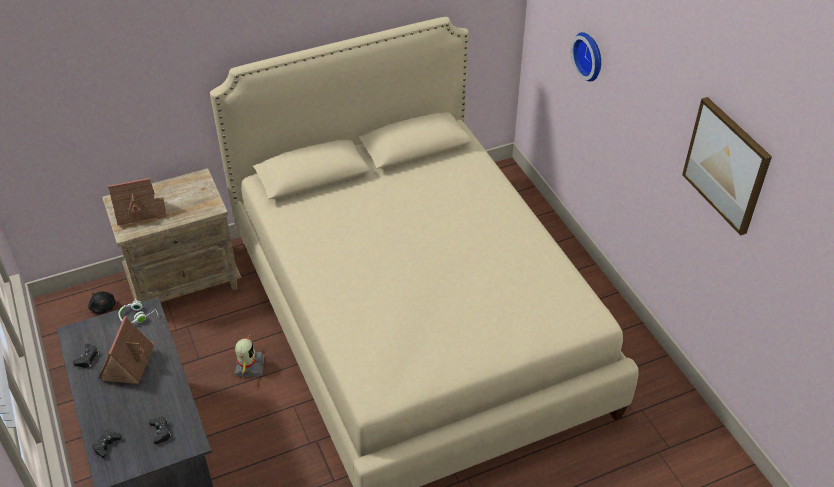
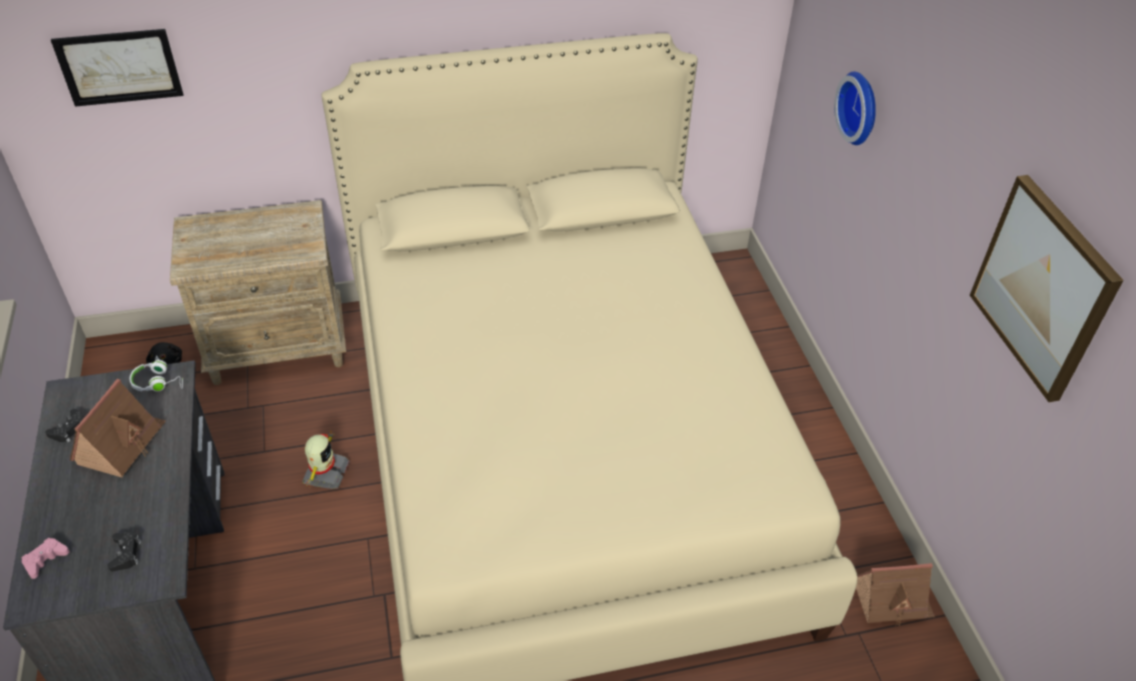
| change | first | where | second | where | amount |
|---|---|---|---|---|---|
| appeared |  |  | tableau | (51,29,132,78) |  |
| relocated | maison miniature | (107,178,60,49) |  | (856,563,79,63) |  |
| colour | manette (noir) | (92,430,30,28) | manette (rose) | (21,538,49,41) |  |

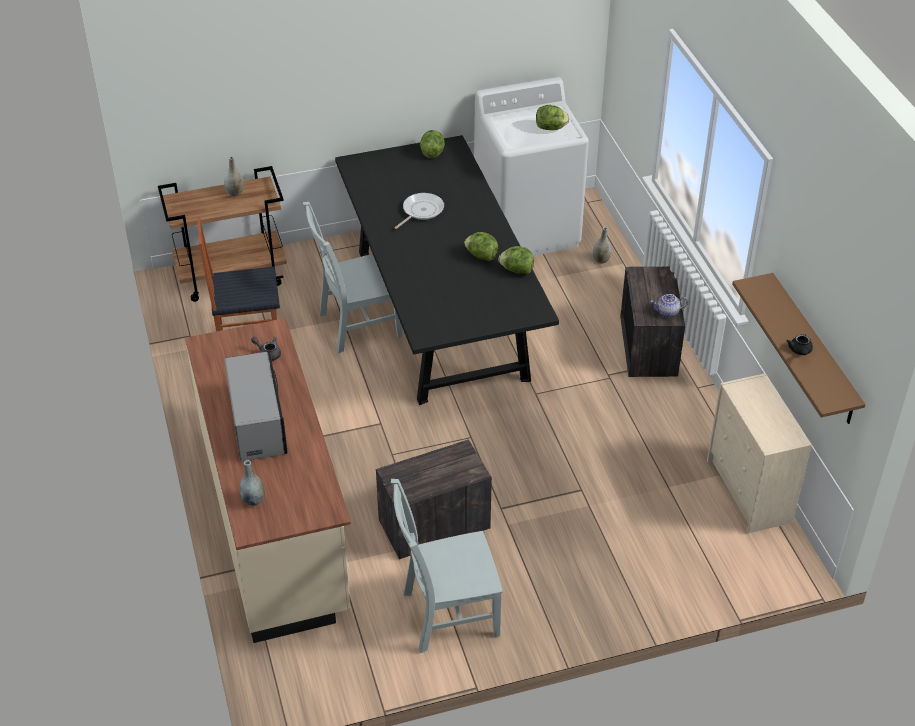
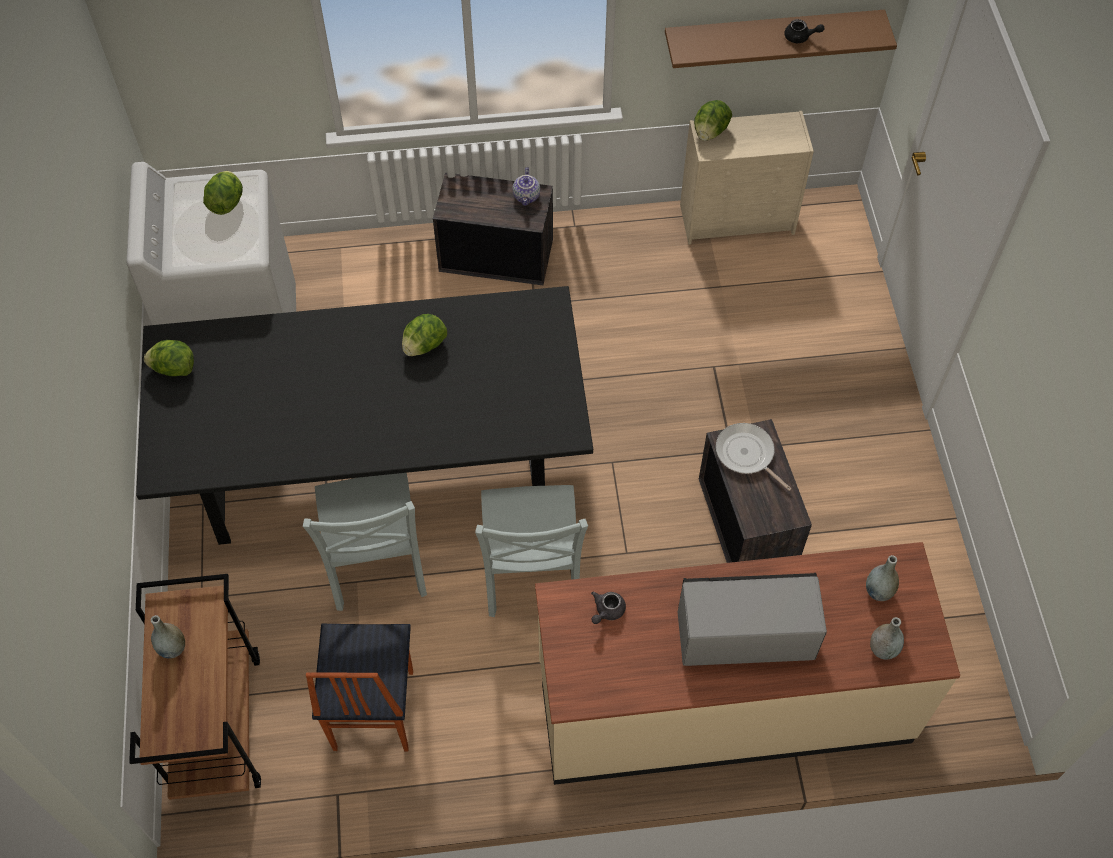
| change | first | where | second | where | amount |
|---|---|---|---|---|---|
| relocated | chaise (gris) | (391,479,112,174) |  | (475,485,113,132) |  |
| relocated | poêle | (394,193,50,36) |  | (716,423,75,68) |  |
| relocated | laitue | (498,246,36,28) |  | (694,100,38,41) |  |
| relocated | vase (gris) | (593,227,18,37) |  | (866,555,33,46) |  |

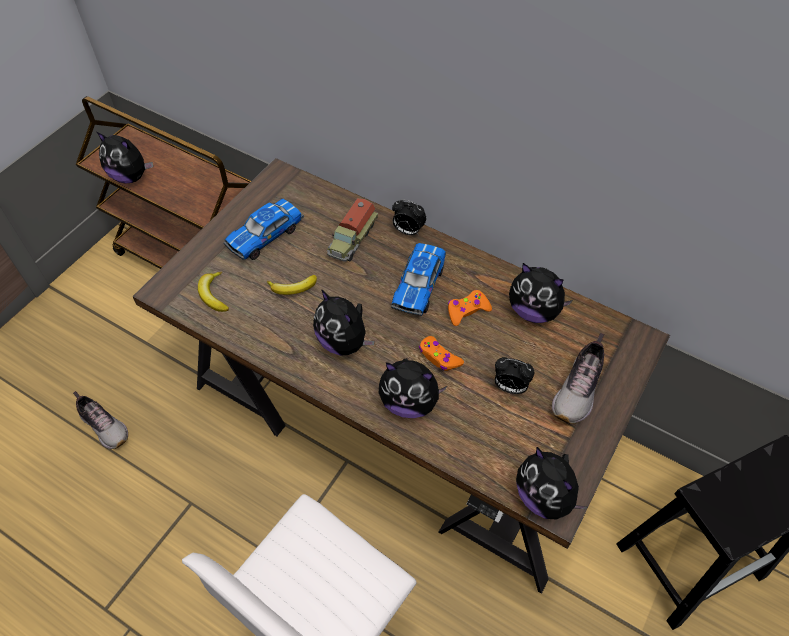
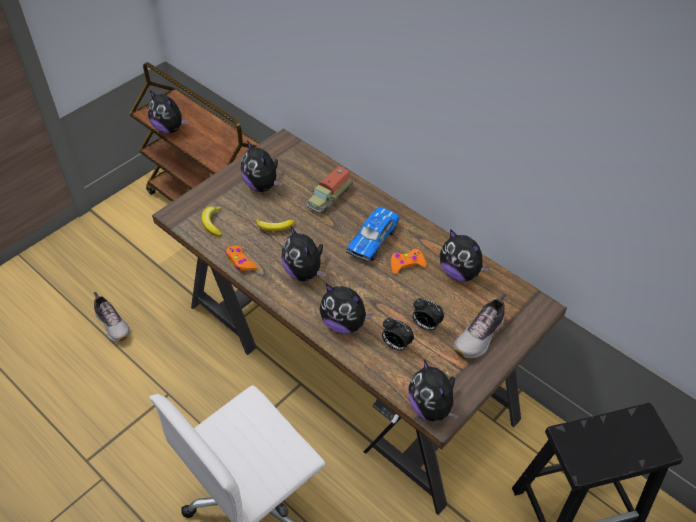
| change | first | where | second | where | amount |
|---|---|---|---|---|---|
| relocated | réveil | (392,199,34,37) |  | (382,318,32,33) |  |
| relocated | manette (orange) | (419,336,45,35) |  | (225,246,32,25) |  |
| exchanged | petite voiture | (224,199,80,61) | peluche | (241,140,41,52) |  |

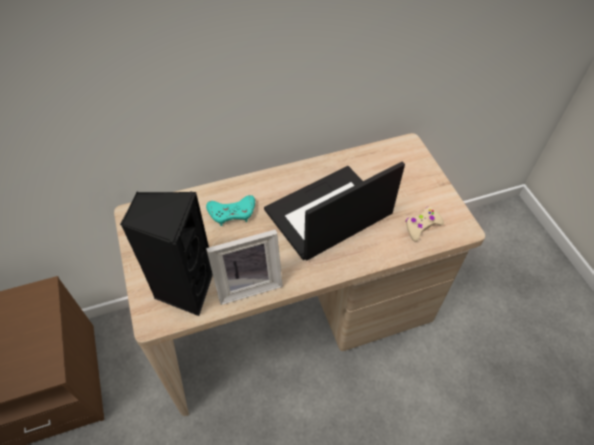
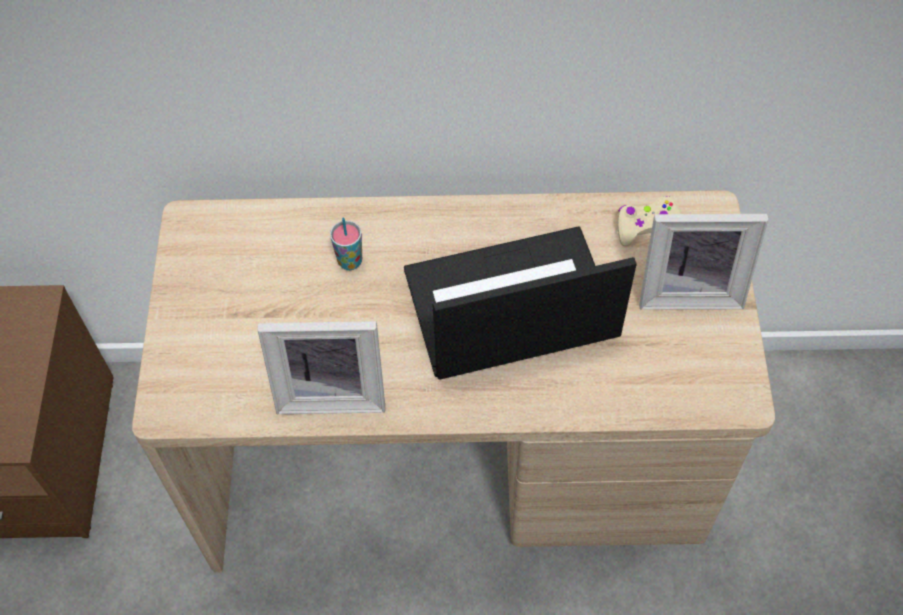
| change | first | where | second | where | amount |
|---|---|---|---|---|---|
| missing | enceinte (noir) | (120,192,93,124) |  |  |  |
| appeared |  |  | cadre photo | (639,214,130,96) |  |
| relocated | manette (beige) | (406,207,38,34) |  | (617,196,65,50) |  |
| exchanged | manette (turquoise) | (206,195,49,31) | tasse | (330,217,32,53) |  |

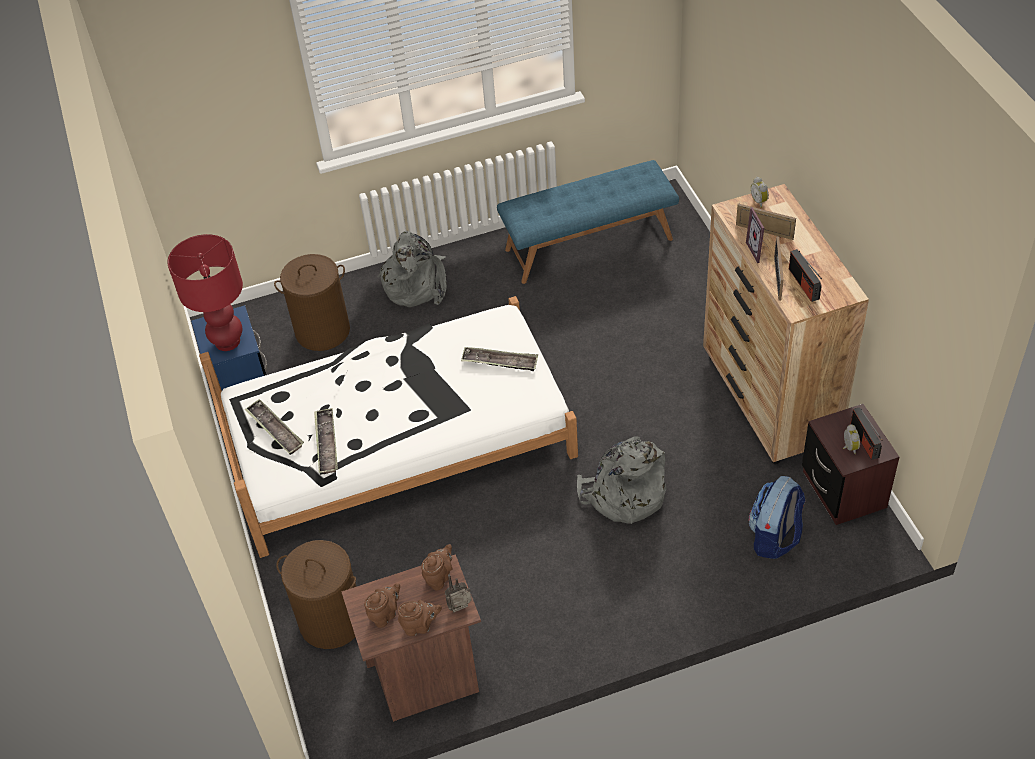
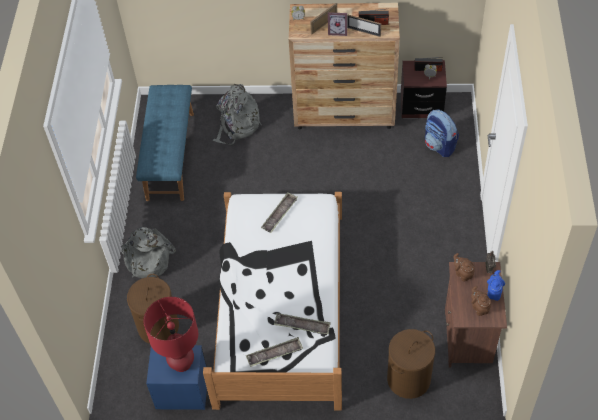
| change | first | where | second | where | amount |
|---|---|---|---|---|---|
| relocated | sac à dos (gris) | (577,436,89,88) |  | (213,84,48,61) |  |
| colour | théière (marron) | (398,600,44,36) | théière (bleu) | (487,270,18,31) |  |

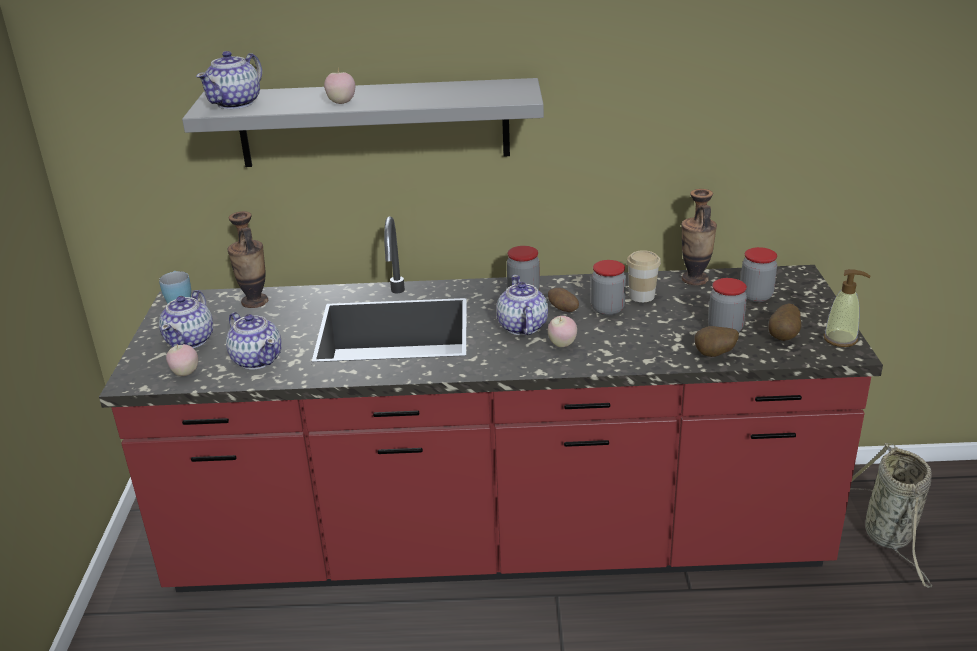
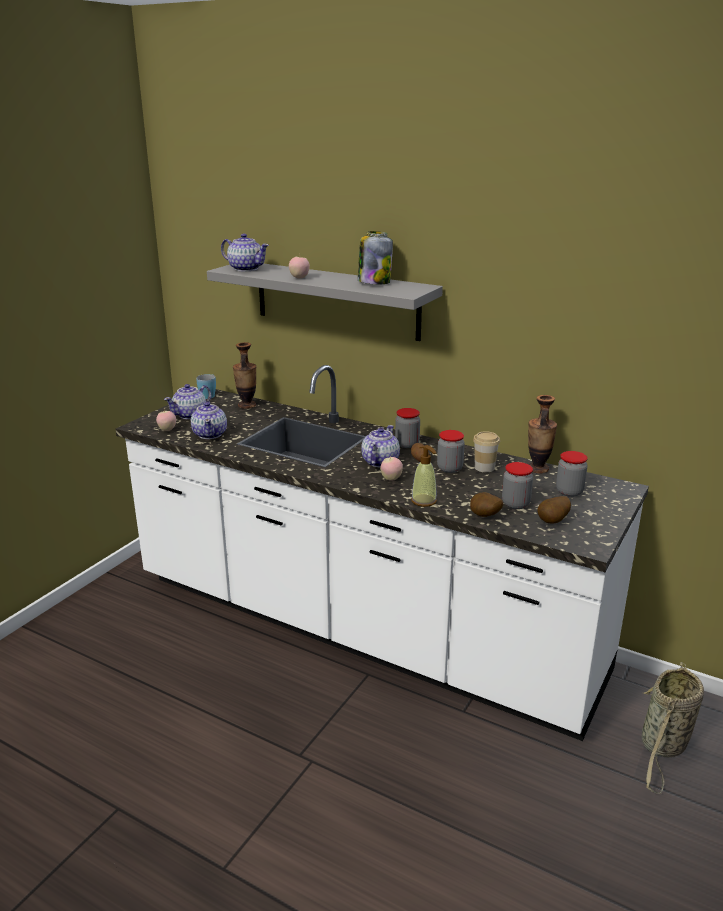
| change | first | where | second | where | amount |
|---|---|---|---|---|---|
| appeared |  |  | bocal | (358,231,35,53) |  |
| relocated | distributeur de savon | (824,269,46,78) |  | (411,445,26,62) |  |
| colour | comptoir de cuisine (rouge) | (99,216,784,376) | comptoir de cuisine (blanc) | (116,365,533,376) |  |
| spun | théière | (196,51,66,58) |  | (221,234,48,37) | 120 degrees counterclockwise |

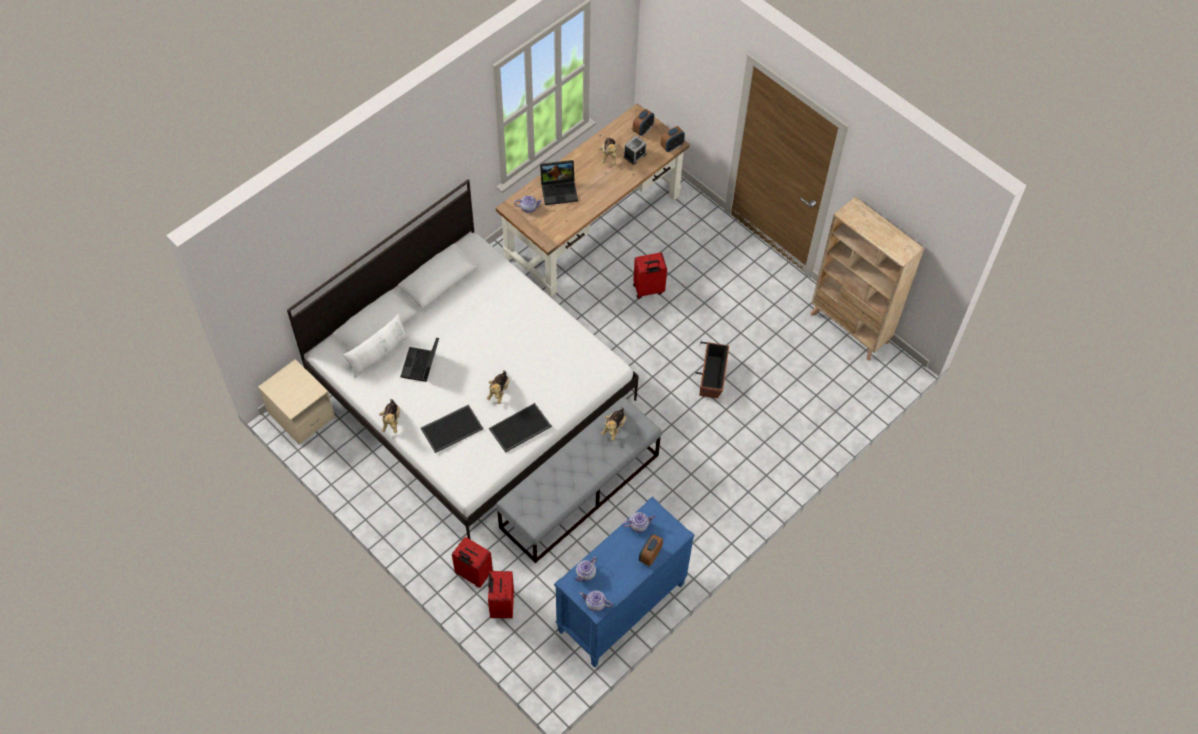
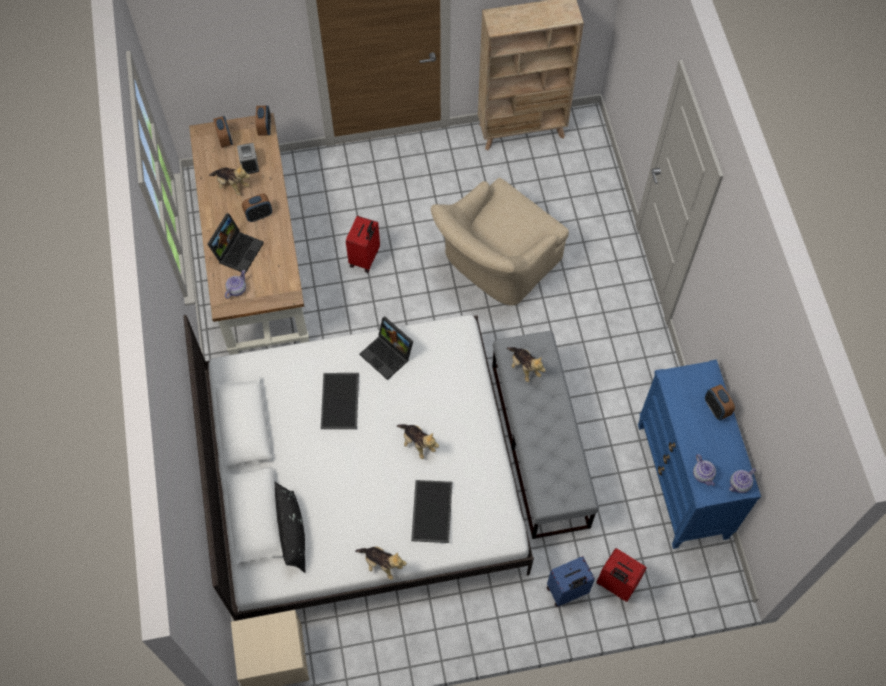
| change | first | where | second | where | amount |
|---|---|---|---|---|---|
| missing | théière | (623,512,32,20) |  |  |  |
| appeared |  |  | réveil | (242,194,30,28) |  |
| relocated | ordinateur portable | (400,337,39,45) |  | (360,316,53,64) |  |
| relocated | plateau | (489,403,63,50) |  | (321,373,38,56) |  |
| exchanged | cache-pot | (695,342,34,56) | fauteuil (beige) | (431,178,138,128) |  |
| colour | coussin (blanc) | (343,314,66,65) | coussin (noir) | (275,482,30,91) |  |
| colour | valise (rouge) | (452,537,41,51) | valise (bleu) | (547,556,48,51) |  |

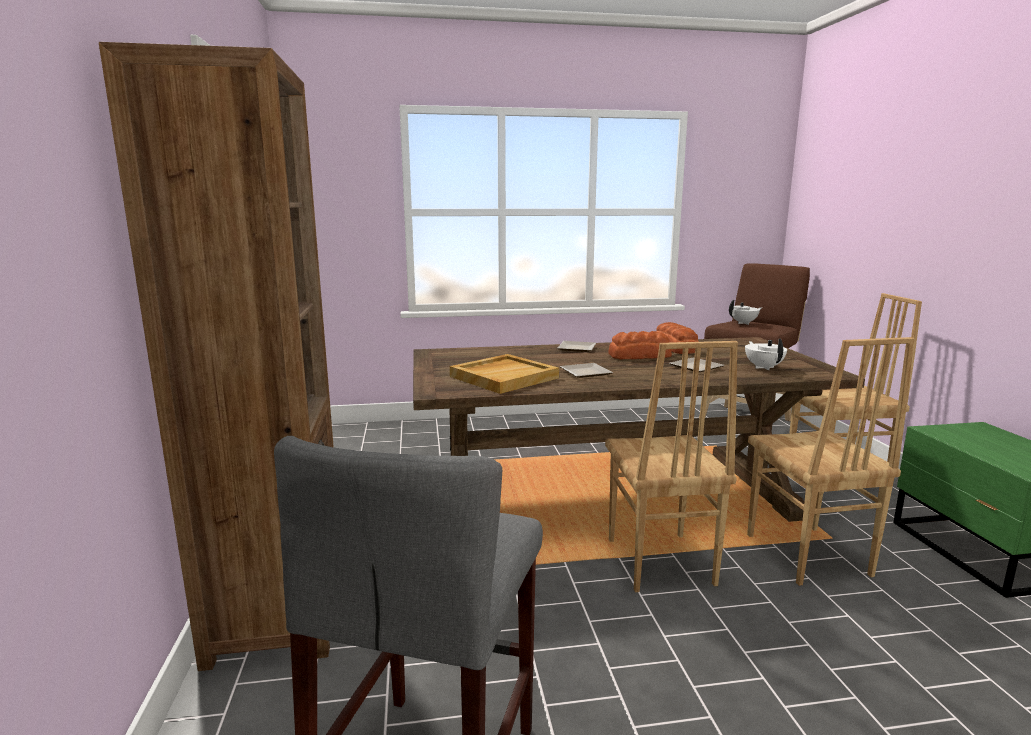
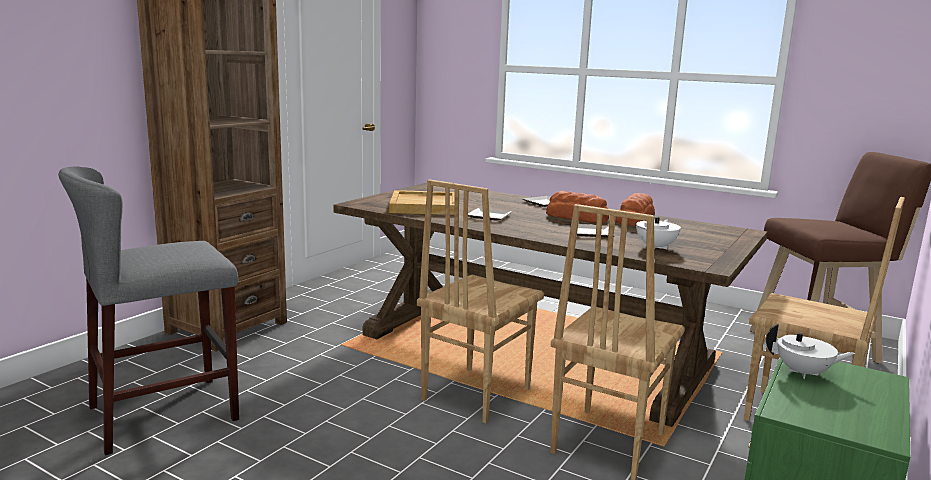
| change | first | where | second | where | amount |
|---|---|---|---|---|---|
| relocated | théière (blanc) | (729,300,33,25) |  | (766,323,89,56) |  |

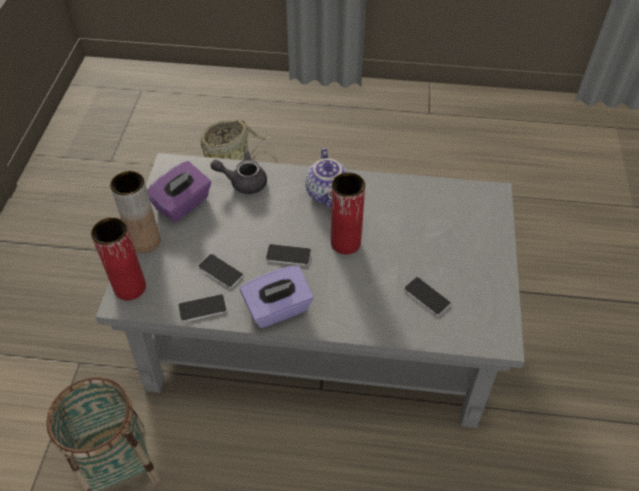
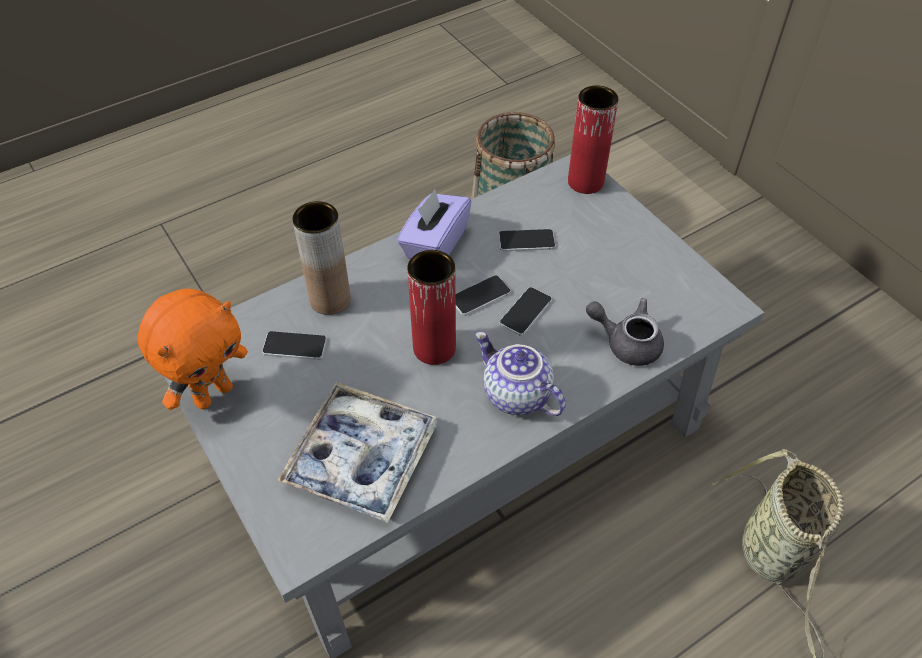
| change | first | where | second | where | amount |
|---|---|---|---|---|---|
| missing | boîte à mouchoirs (violet) | (147,161,64,61) |  |  |  |
| appeared |  |  | peluche (orange) | (137,289,111,121) |  |
| appeared |  |  | plateau | (277,382,161,141) |  |
| relocated | vase (marron) | (110,171,51,82) |  | (292,201,59,114) |  |
| relocated | téléphone | (178,294,49,28) |  | (500,287,52,49) |  |
| spun | théière (gris) | (210,150,57,44) |  | (586,298,78,68) | 120 degrees counterclockwise |

